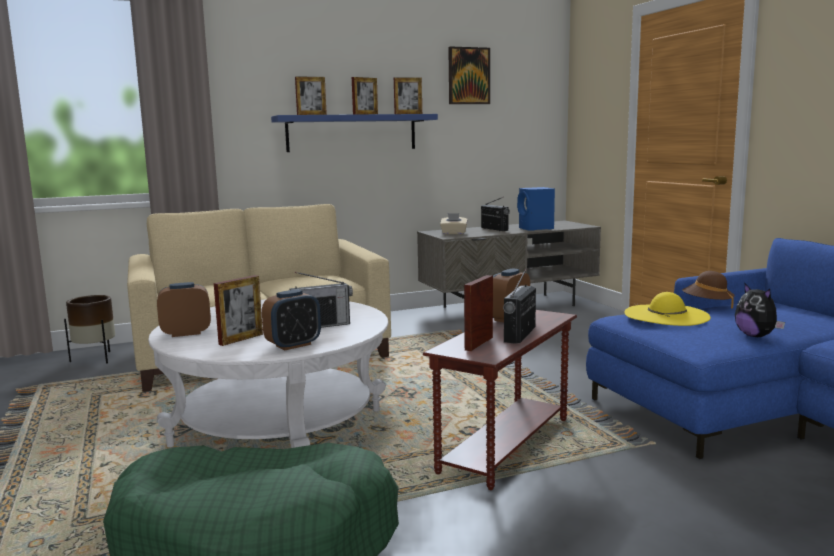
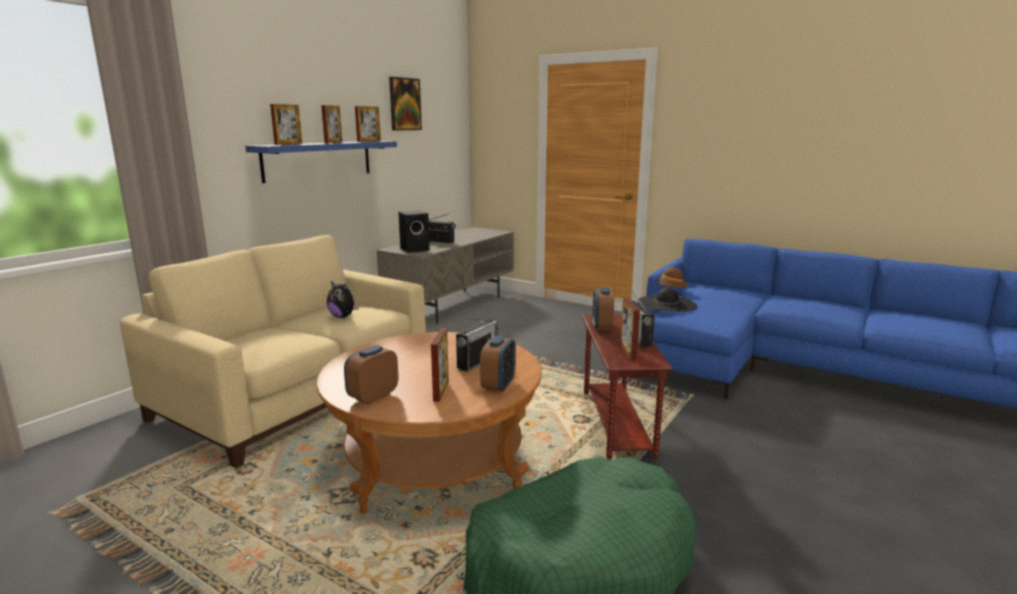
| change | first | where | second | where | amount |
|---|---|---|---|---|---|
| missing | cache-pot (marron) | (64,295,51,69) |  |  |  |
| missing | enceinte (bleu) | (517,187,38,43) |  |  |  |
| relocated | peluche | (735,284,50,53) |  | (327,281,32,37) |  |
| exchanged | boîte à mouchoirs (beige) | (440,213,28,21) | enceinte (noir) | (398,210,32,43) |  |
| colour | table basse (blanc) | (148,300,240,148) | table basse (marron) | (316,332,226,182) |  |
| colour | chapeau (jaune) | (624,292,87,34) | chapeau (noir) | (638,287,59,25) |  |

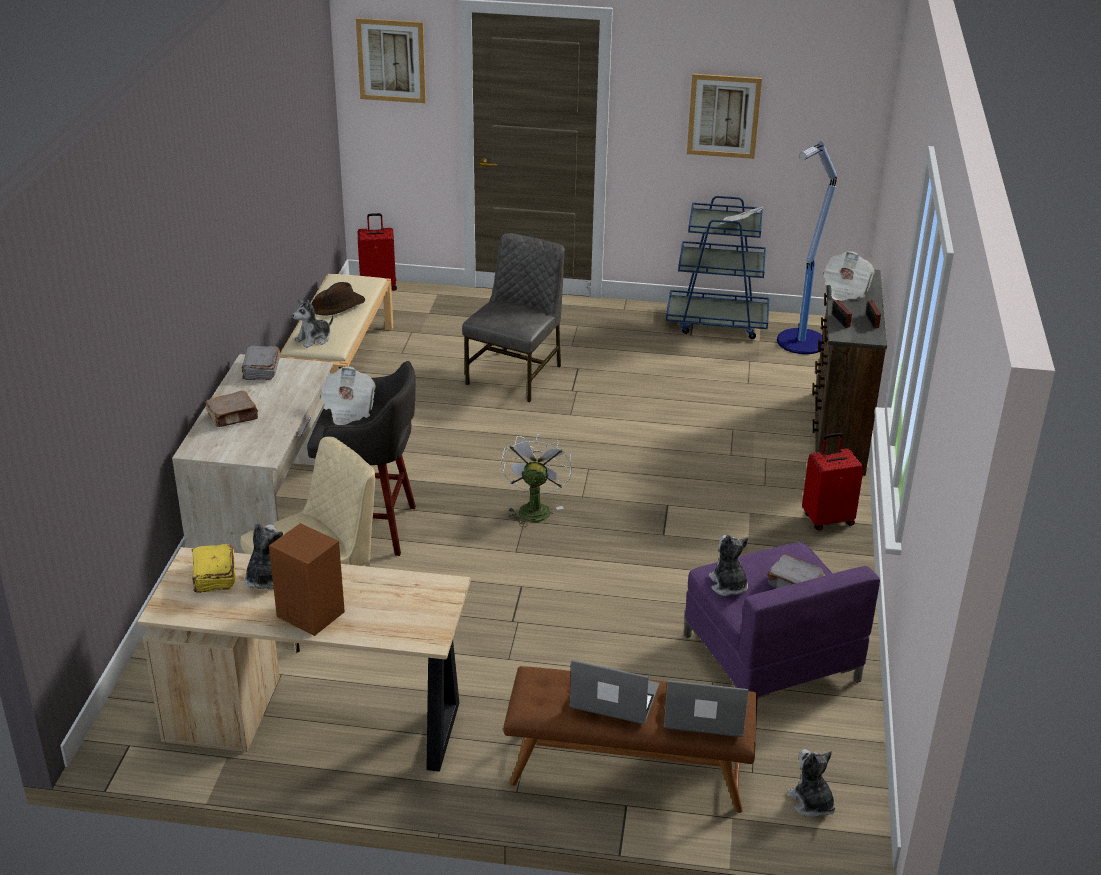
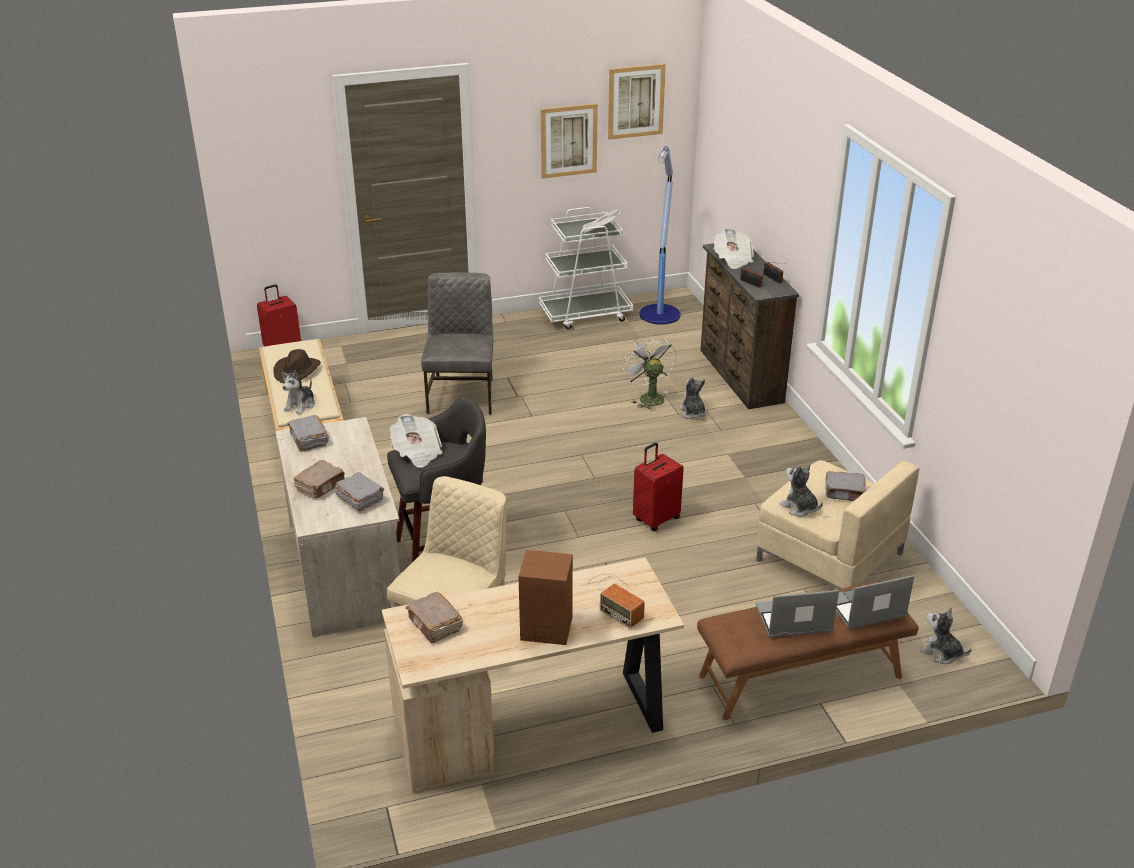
| change | first | where | second | where | amount |
|---|---|---|---|---|---|
| appeared |  |  | livre (gris) | (334,472,50,39) |  |
| appeared |  |  | radio | (586,574,59,55) |  |
| relocated | peluche | (244,523,39,67) |  | (679,377,27,42) |  |
| relocated | tableau | (356,18,70,85) |  | (608,64,58,76) |  |
| relocated | ventilateur (blanc) | (501,433,71,94) |  | (623,336,53,75) |  |
| relocated | valise (rouge) | (802,433,62,98) |  | (633,442,51,89) |  |
| colour | livre (jaune) | (192,544,44,49) | livre (marron) | (406,592,57,51) |  |
| colour | chariot (bleu) | (666,196,103,143) | chariot (blanc) | (539,207,94,123) |  |
| colour | fauteuil (violet) | (684,542,196,156) | fauteuil (beige) | (756,460,164,129) |  |

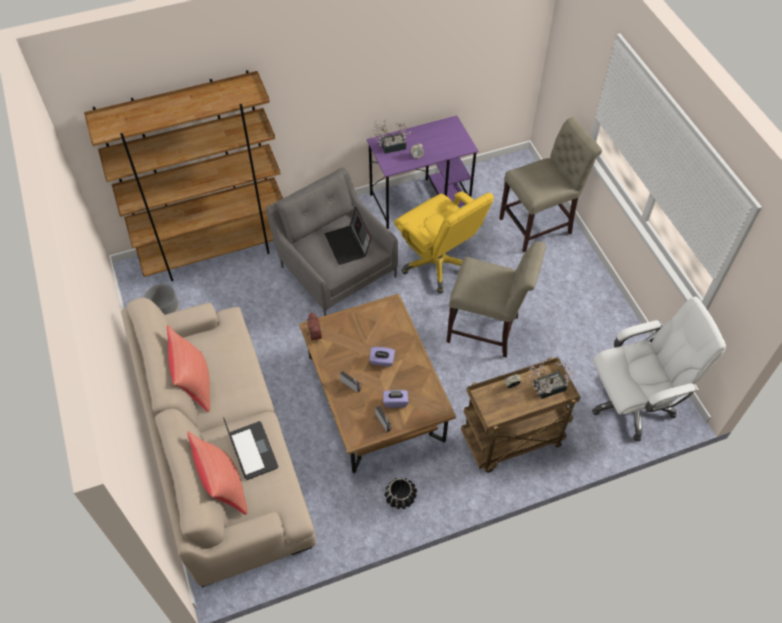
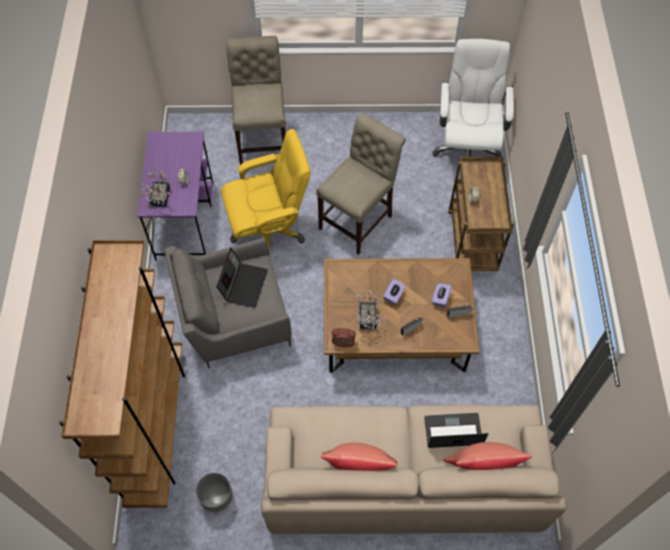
| change | first | where | second | where | amount |
|---|---|---|---|---|---|
| missing | cache-pot (noir) | (384,477,33,32) |  |  |  |
| relocated | plante en pot | (527,362,46,37) |  | (355,291,30,40) |  |
| spun | ordinateur portable | (325,207,46,58) |  | (217,248,51,60) | 75 degrees counterclockwise |

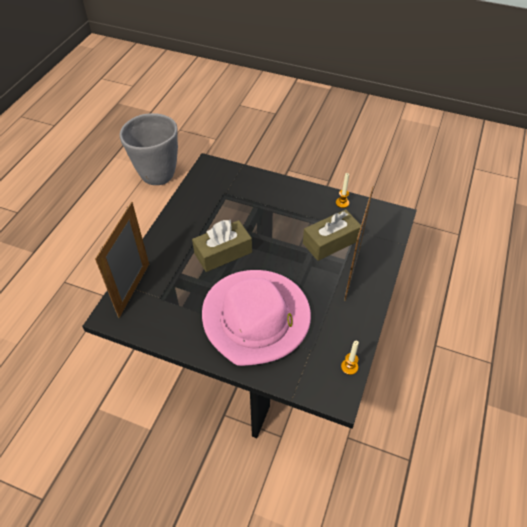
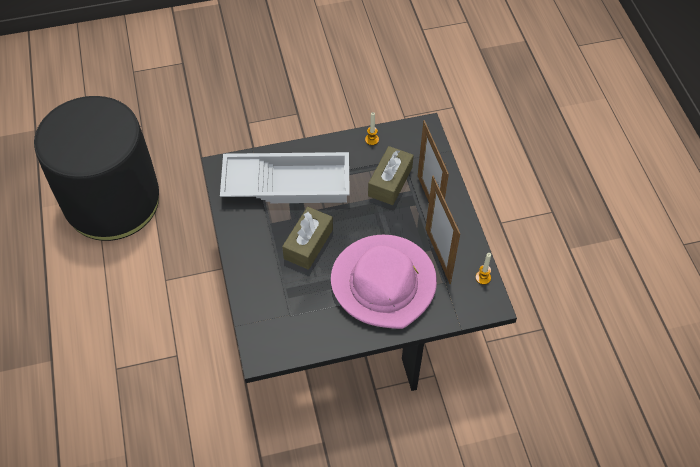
| change | first | where | second | where | amount |
|---|---|---|---|---|---|
| appeared |  |  | plateau (blanc) | (220,152,130,51) |  |
| relocated | cadre photo | (95,202,54,116) |  | (425,175,35,109) |  |
| exchanged | cache-pot (gris) | (120,113,58,72) | pouf (noir) | (34,96,125,145) |  |

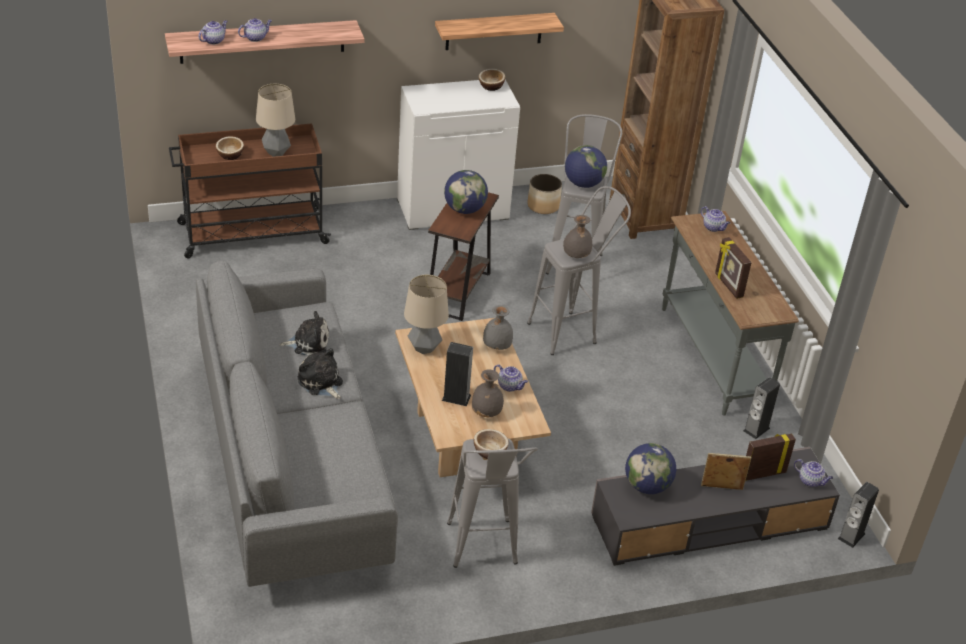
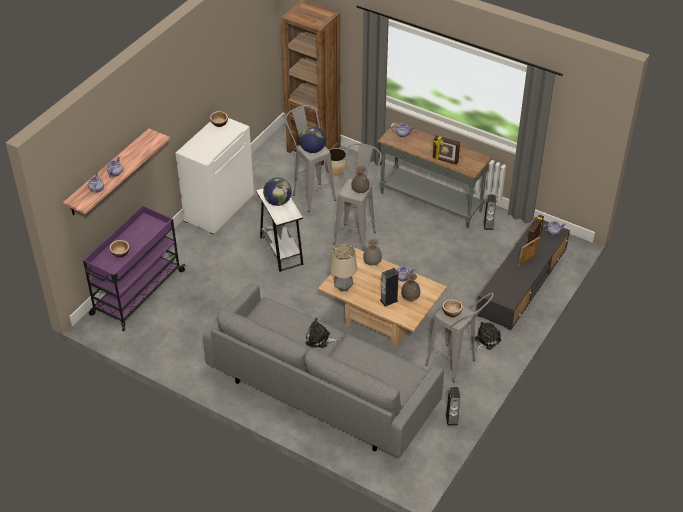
| change | first | where | second | where | amount |
|---|---|---|---|---|---|
| missing | lampe de table | (256,84,39,73) |  |  |  |
| missing | étagère | (435,13,129,37) |  |  |  |
| missing | globe | (625,443,51,51) |  |  |  |
| relocated | peluche | (279,311,50,44) |  | (475,322,26,30) |  |
| relocated | cache-pot | (528,174,34,40) |  | (325,148,22,27) |  |
| relocated | enceinte | (838,482,41,66) |  | (446,387,14,39) |  |
| colour | chariot (marron) | (169,124,162,135) | chariot (violet) | (83,206,103,125) |  |
| colour | table d'appoint (marron) | (428,192,71,129) | table d'appoint (blanc) | (256,188,47,84) |  |

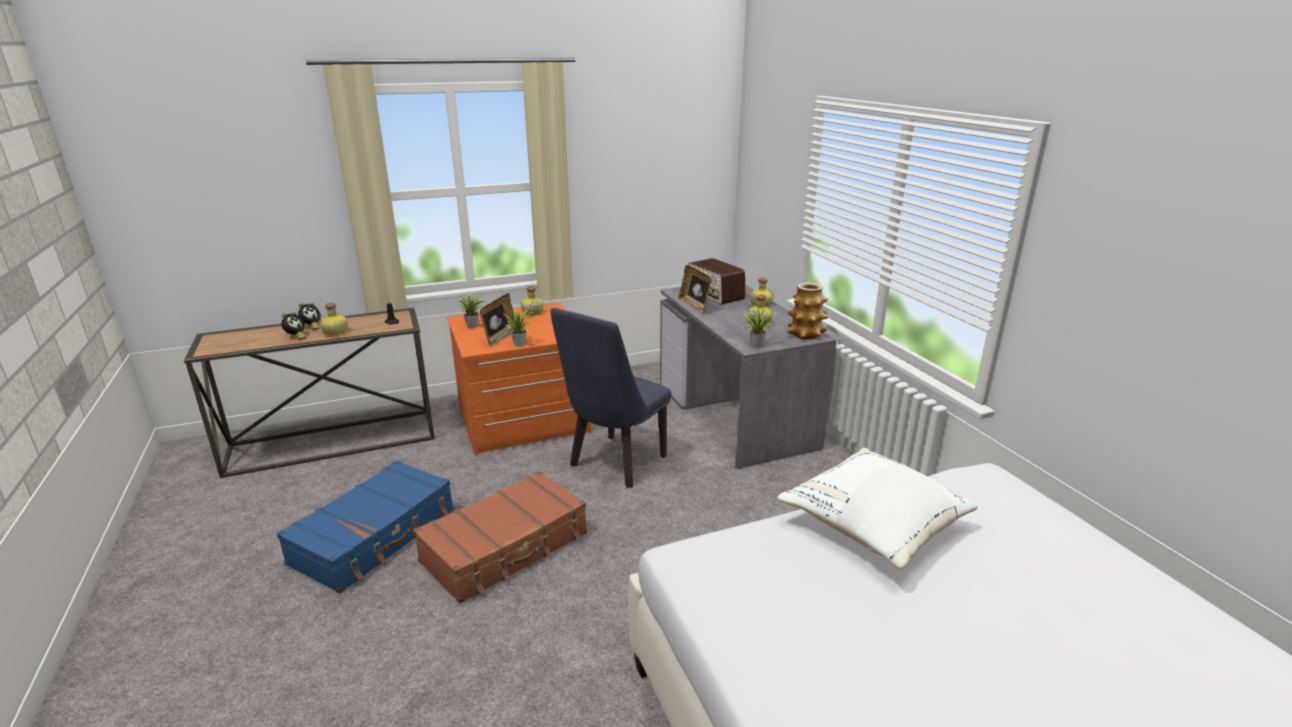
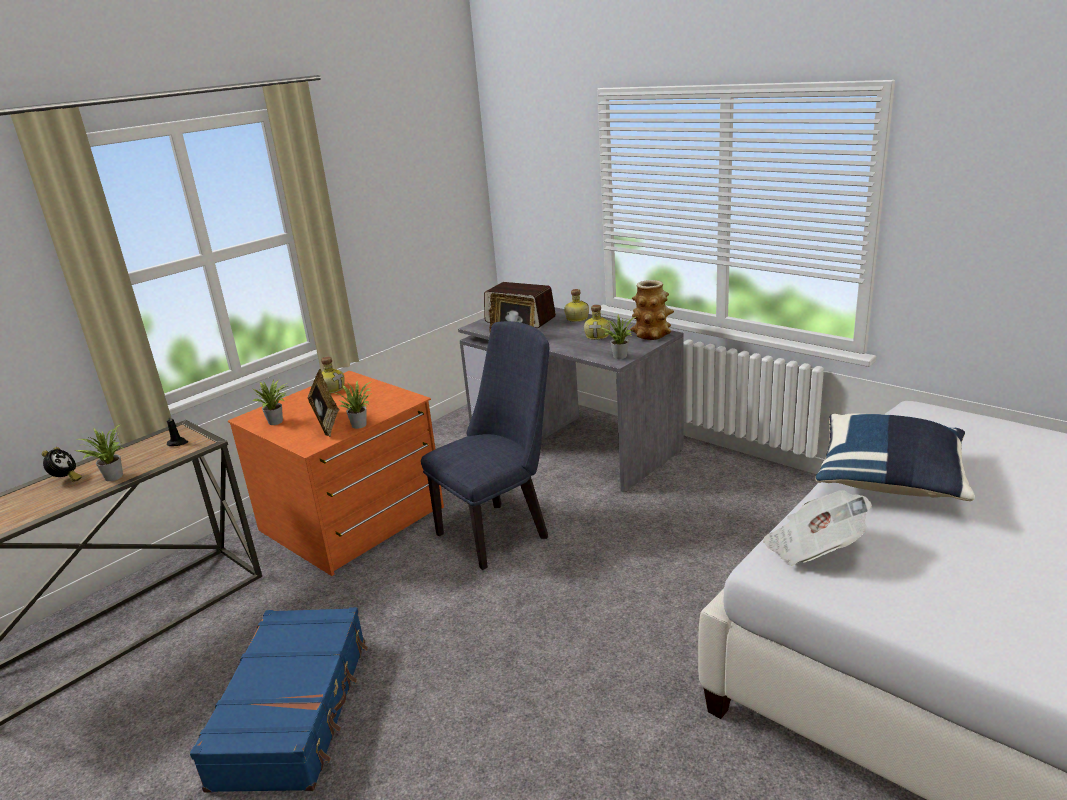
| change | first | where | second | where | amount |
|---|---|---|---|---|---|
| missing | réveil | (282,312,24,28) |  |  |  |
| missing | valise (marron) | (413,471,174,132) |  |  |  |
| appeared |  |  | journal | (763,490,109,76) |  |
| exchanged | bouteille | (320,303,28,33) | plante en pot | (76,425,48,56) |  |
| colour | coussin (blanc) | (777,448,201,122) | coussin (bleu) | (815,413,160,88) |  |
| spun | chaise (bleu) | (550,308,121,180) |  | (421,321,128,249) | 135 degrees counterclockwise |

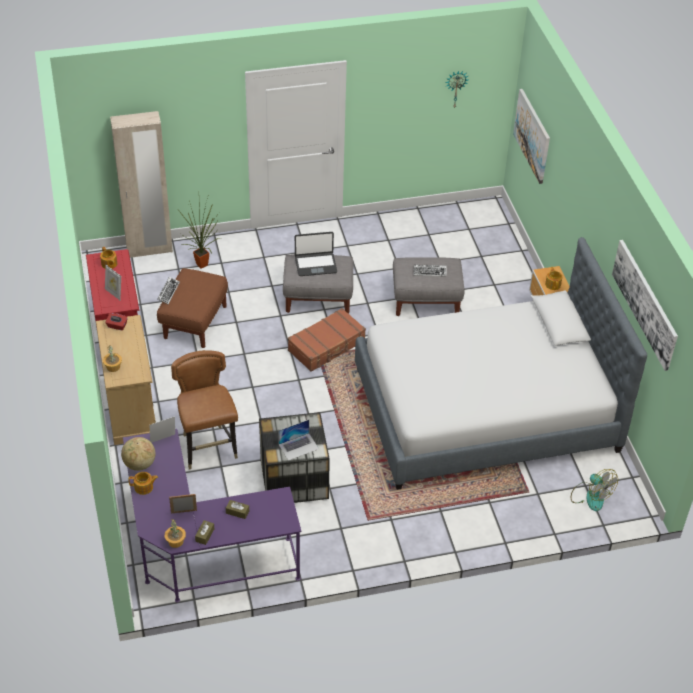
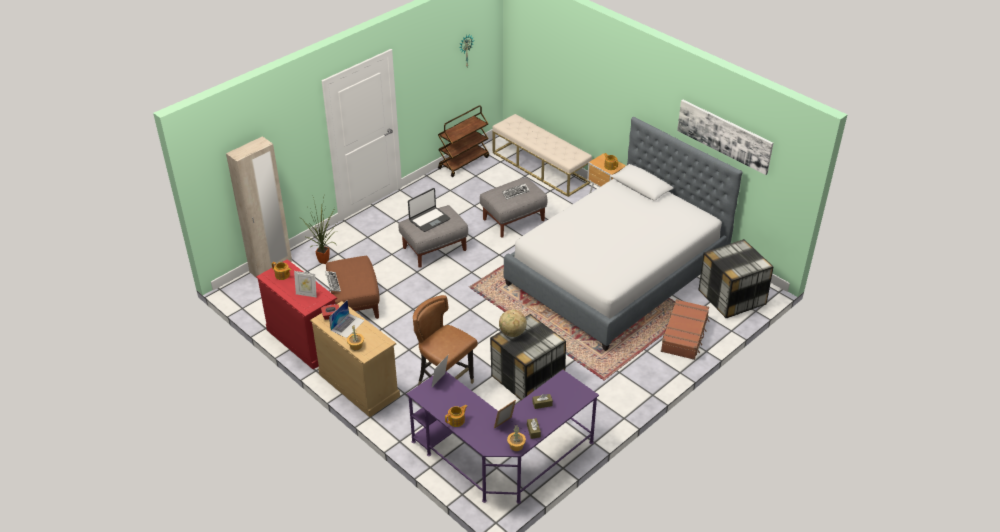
| change | first | where | second | where | amount |
|---|---|---|---|---|---|
| missing | tableau | (513,89,37,95) |  |  |  |
| appeared |  |  | chariot (marron) | (438,105,51,72) |  |
| appeared |  |  | banc (beige) | (493,114,99,83) |  |
| relocated | globe | (121,437,34,34) |  | (499,309,28,28) |  |
| relocated | ordinateur portable | (278,420,41,41) |  | (329,300,36,38) |  |
| relocated | valise (marron) | (288,308,78,64) |  | (661,299,48,61) |  |
| exchanged | ventilateur | (571,469,47,42) | boîte de rangement | (699,239,75,79) |  |

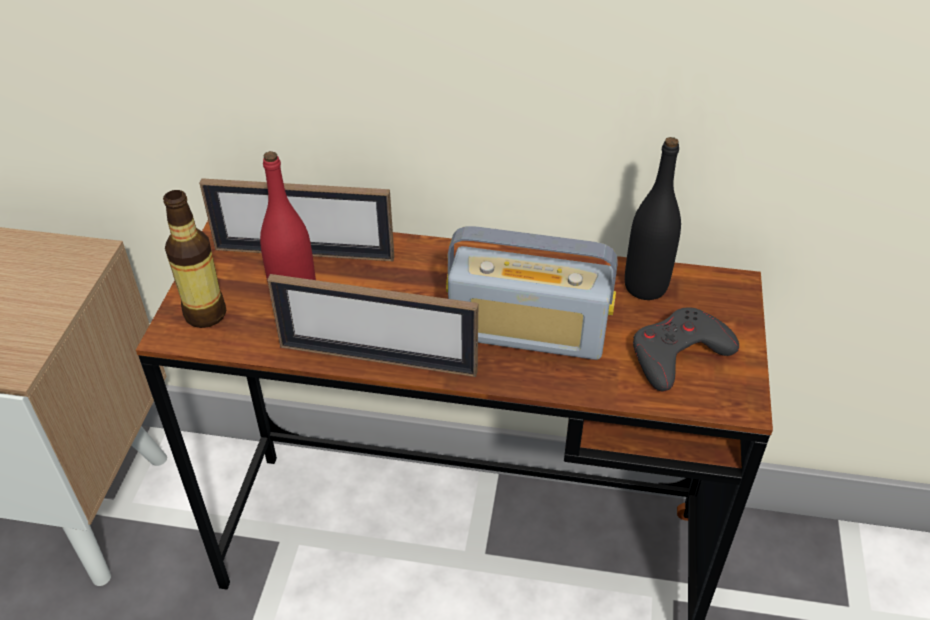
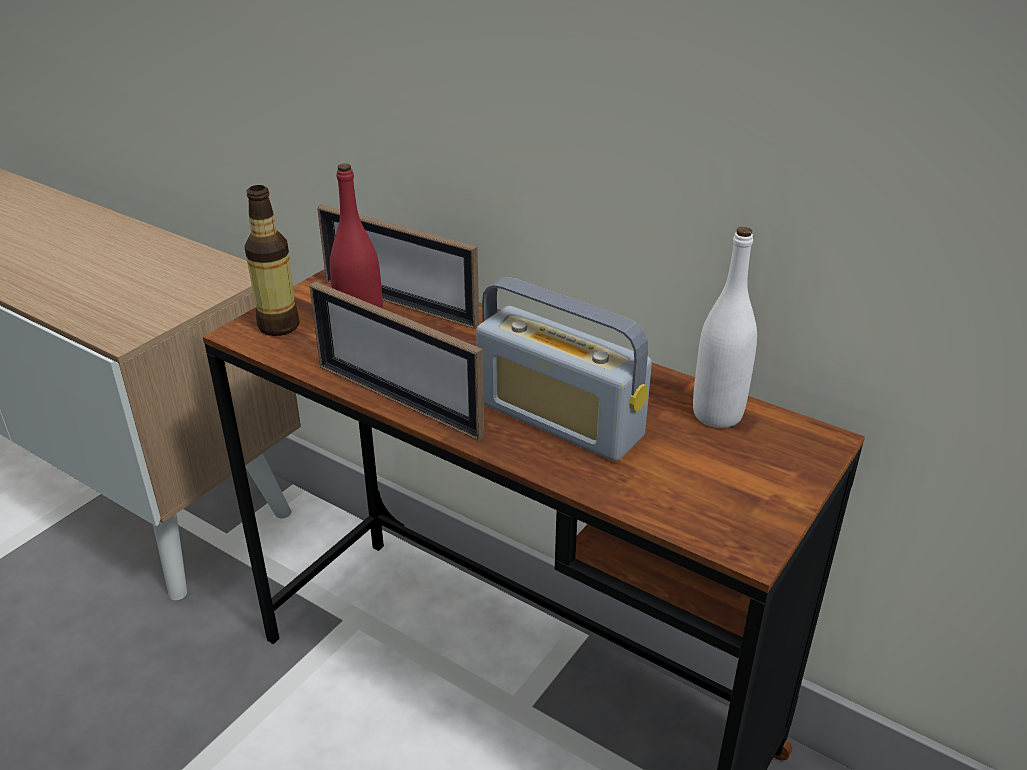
| change | first | where | second | where | amount |
|---|---|---|---|---|---|
| missing | manette (gris) | (633,307,106,84) |  |  |  |
| colour | bouteille (noir) | (625,137,56,163) | bouteille (blanc) | (693,227,64,201) |  |

